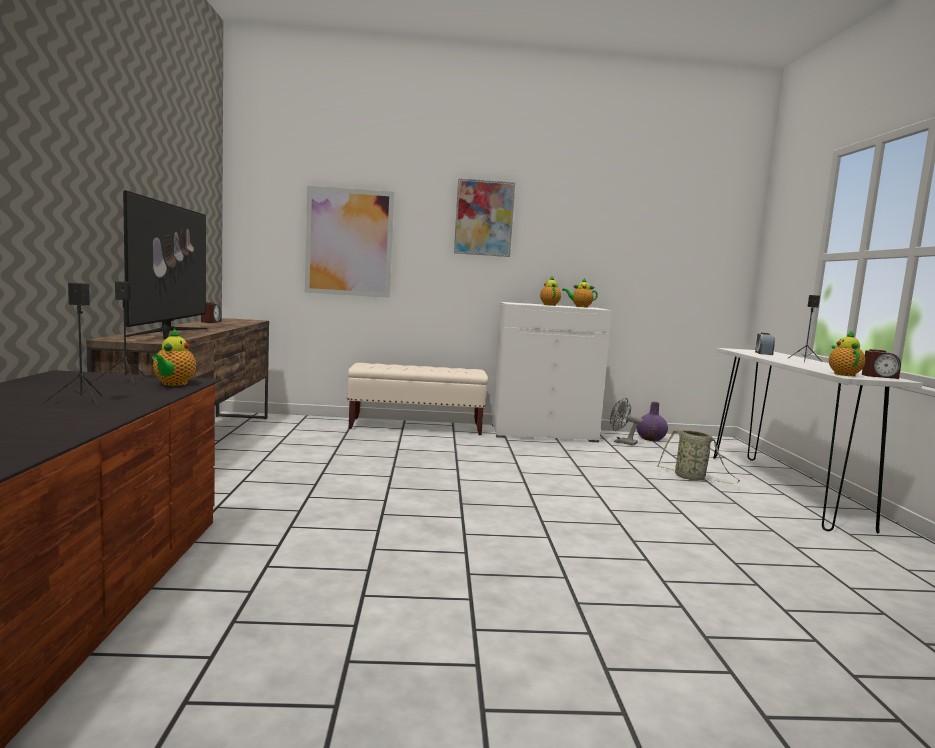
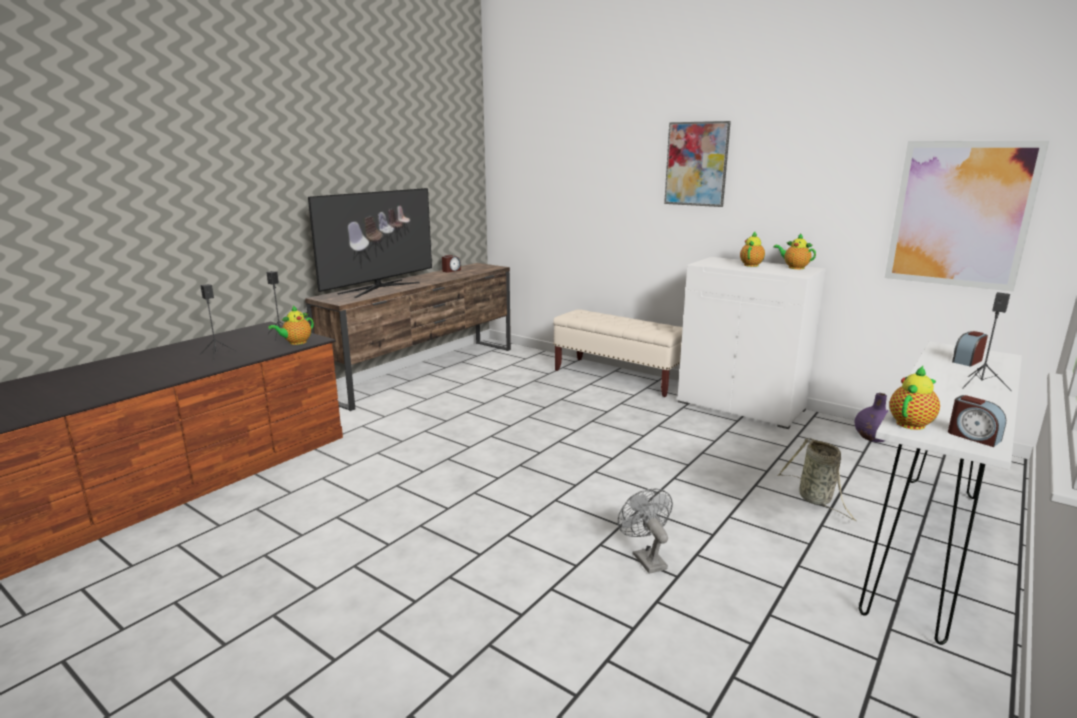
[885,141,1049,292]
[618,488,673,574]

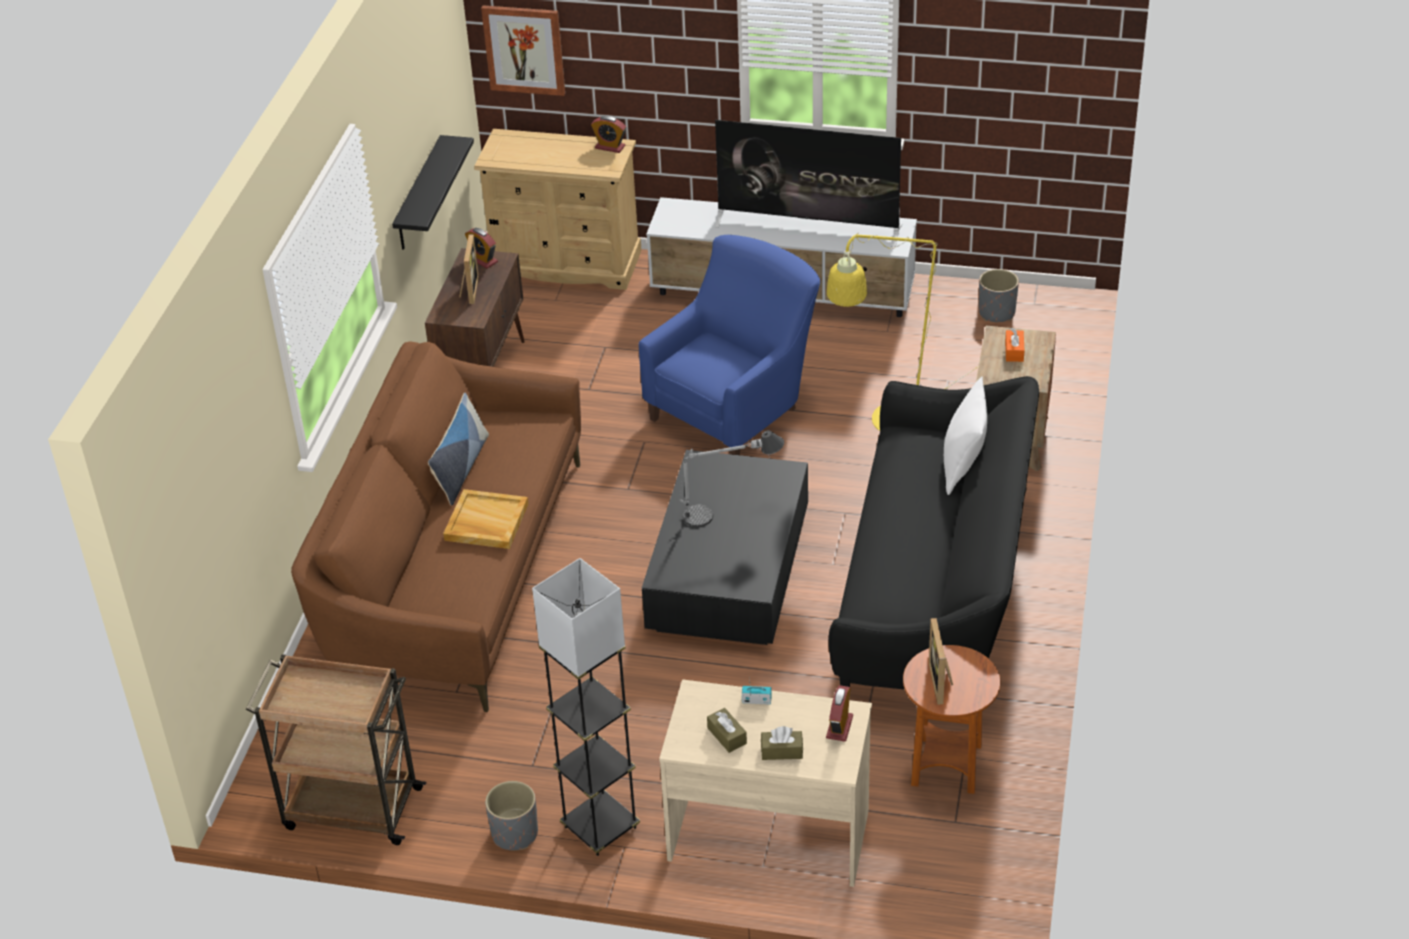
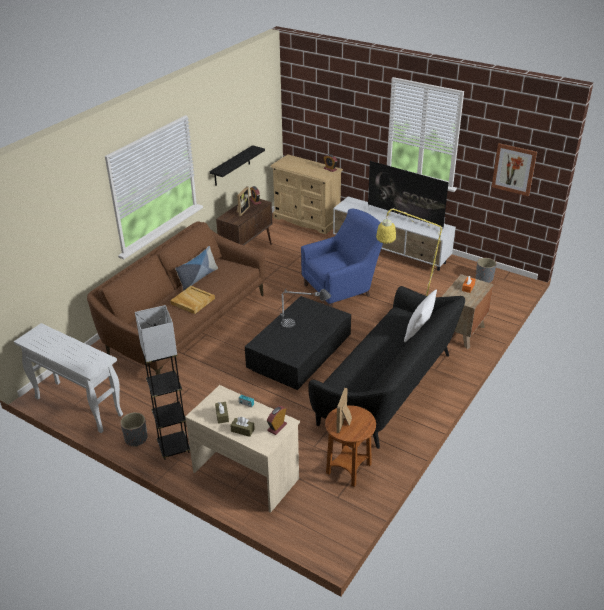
[492,143,537,196]
[14,323,123,433]

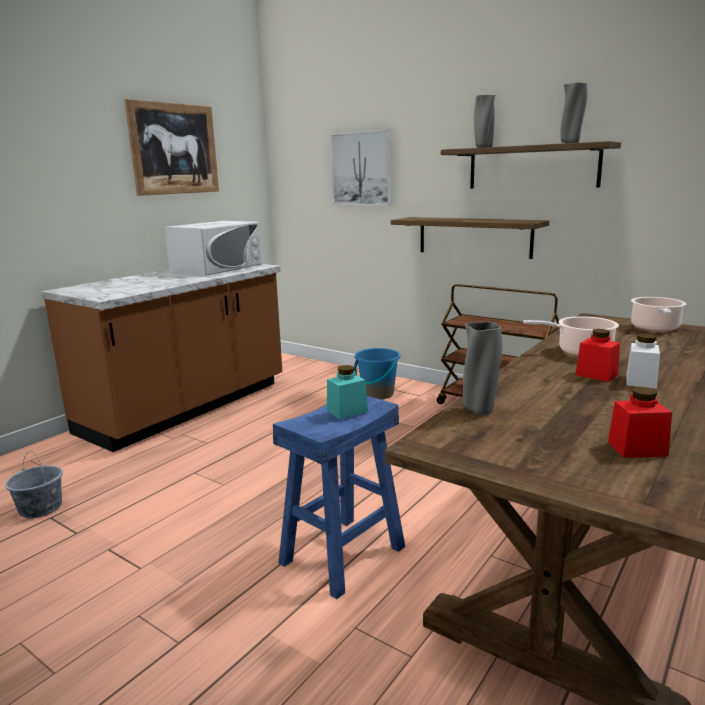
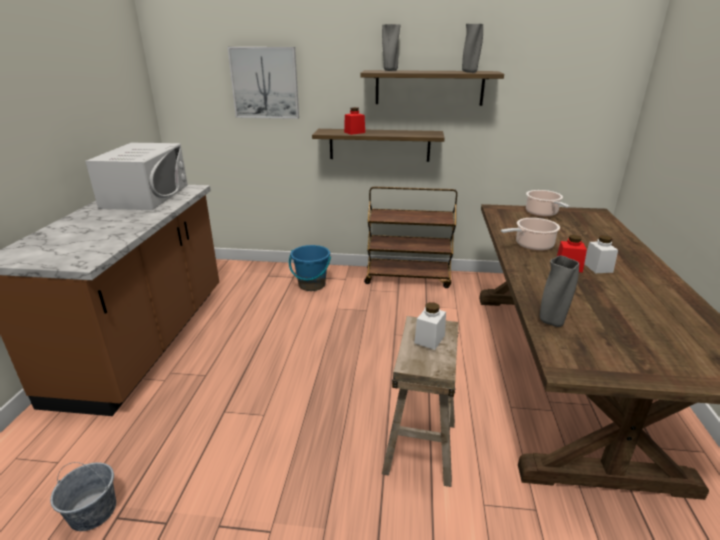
[124,99,219,196] (first image)
[414,302,446,350]
[344,107,365,135]
[382,316,459,487]

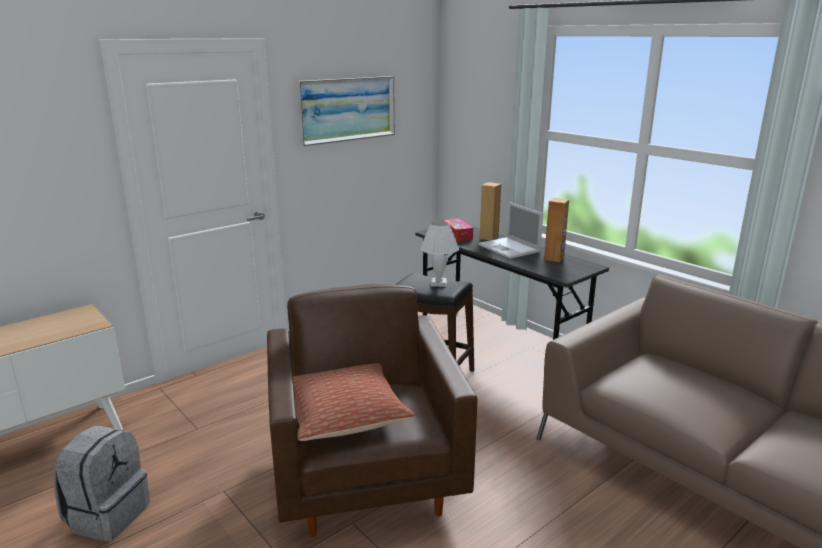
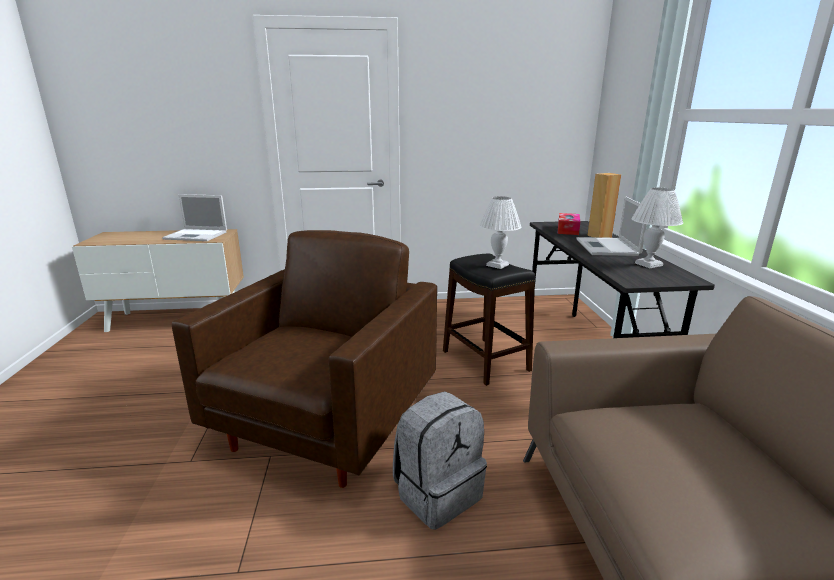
[297,76,395,146] (first image)
[631,188,683,268]
[293,363,416,441] (first image)
[393,391,487,530]
[162,194,227,241]

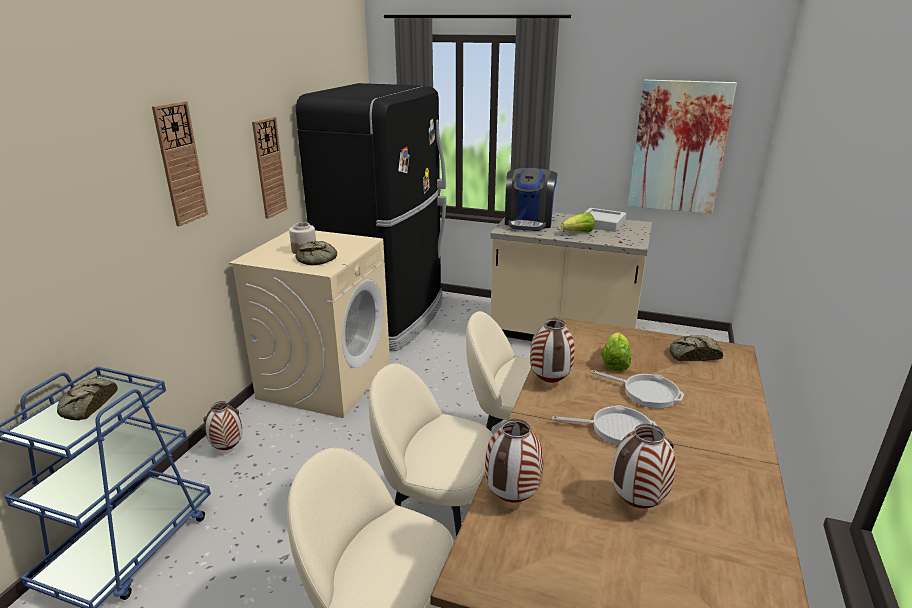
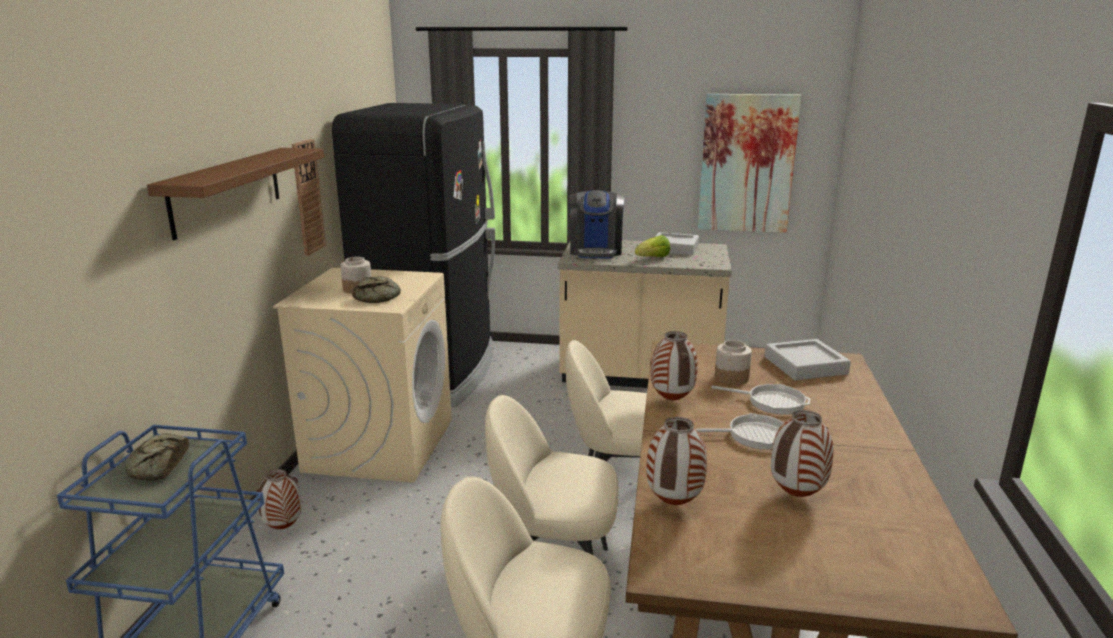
[147,148,324,240]
[715,340,752,385]
[765,339,851,380]

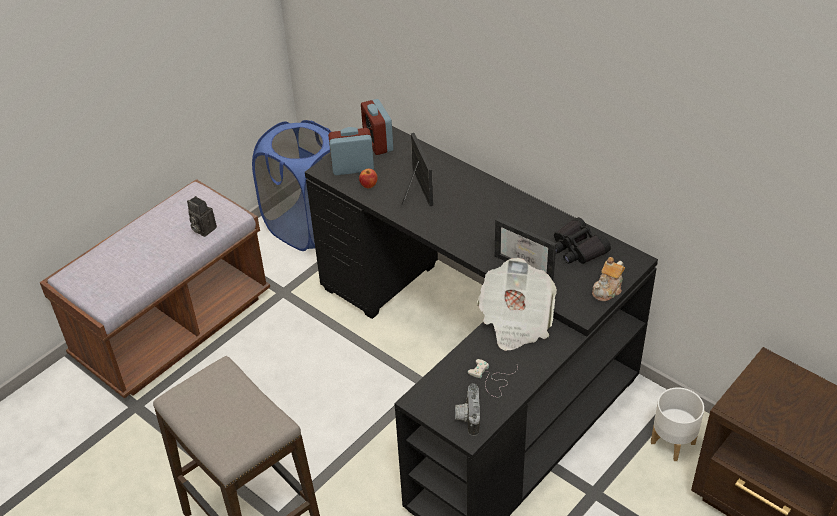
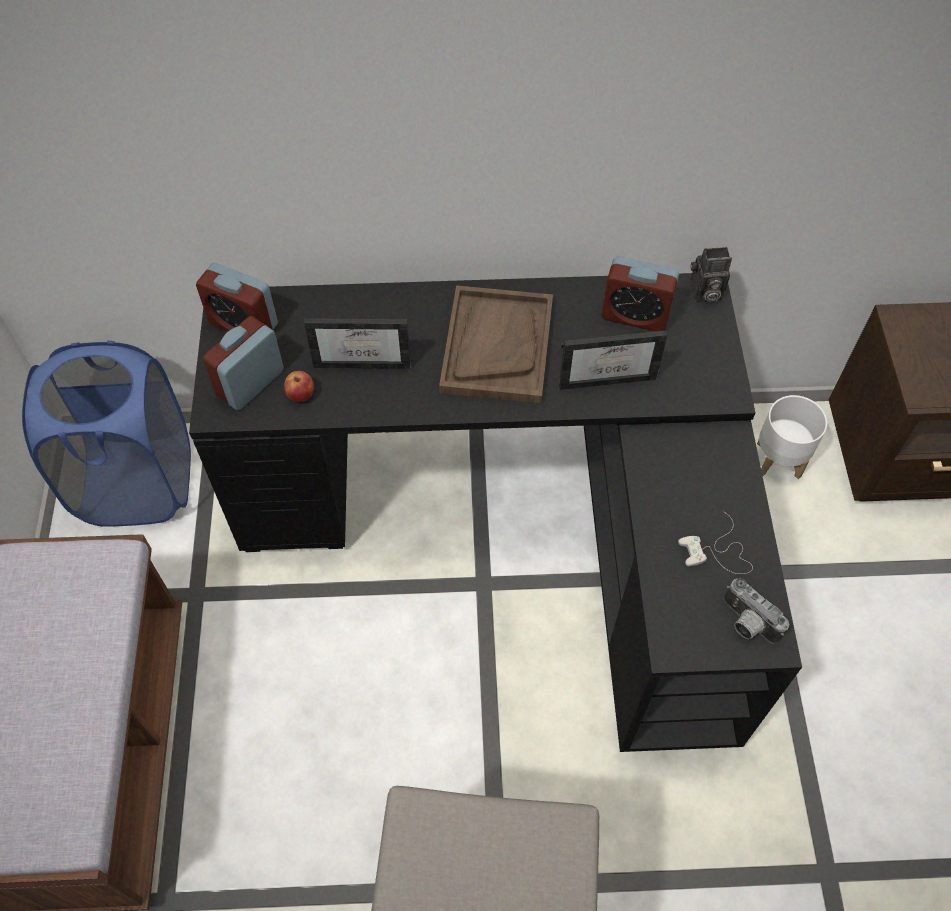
[304,318,411,369]
[690,247,732,302]
[602,256,679,332]
[592,257,625,301] (first image)
[477,258,557,351] (first image)
[439,285,553,403]

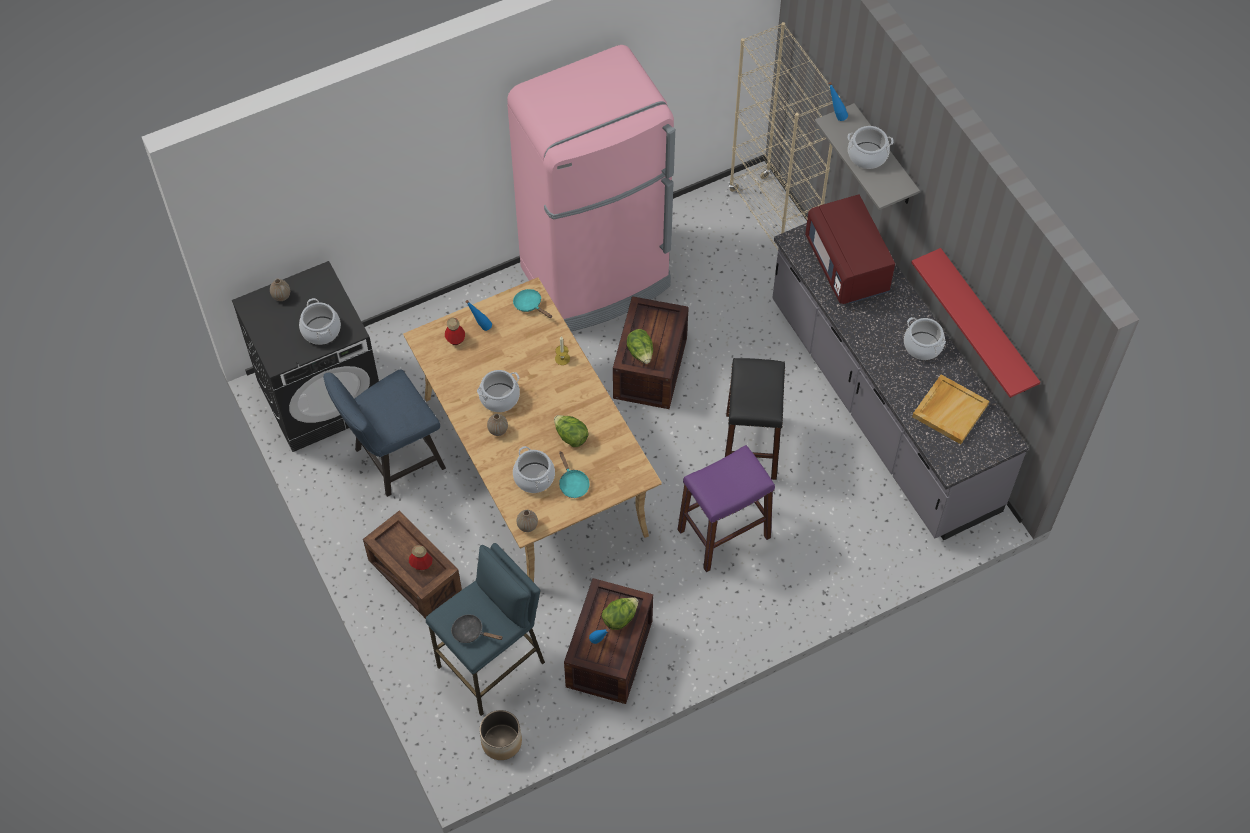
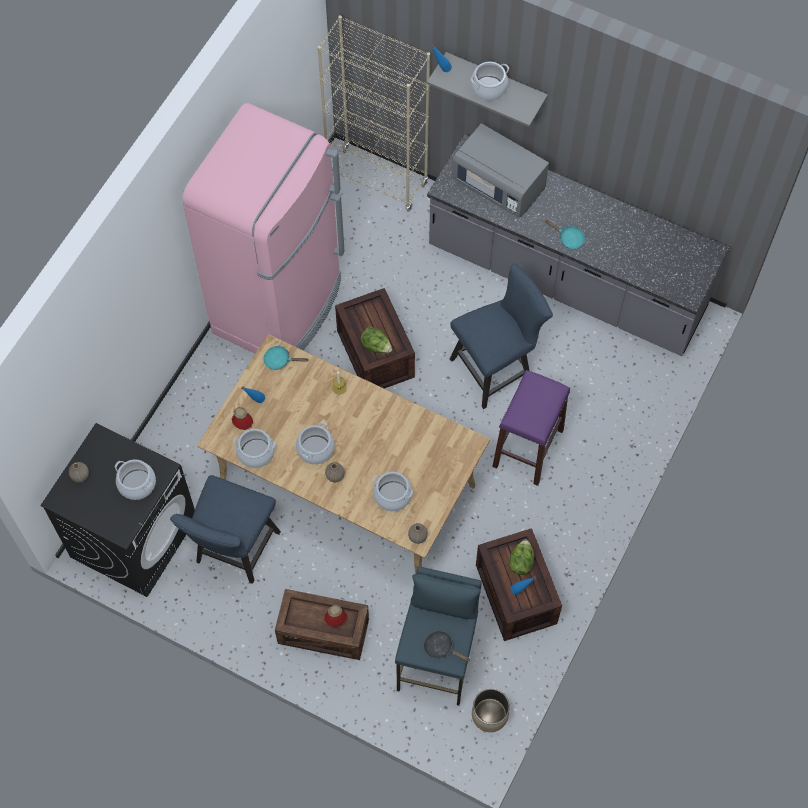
[452,123,549,218]
[911,248,1040,398] (first image)
[233,429,275,468]
[450,263,553,409]
[912,375,989,444] (first image)
[554,415,589,447] (first image)
[545,220,585,249]
[424,631,470,661]

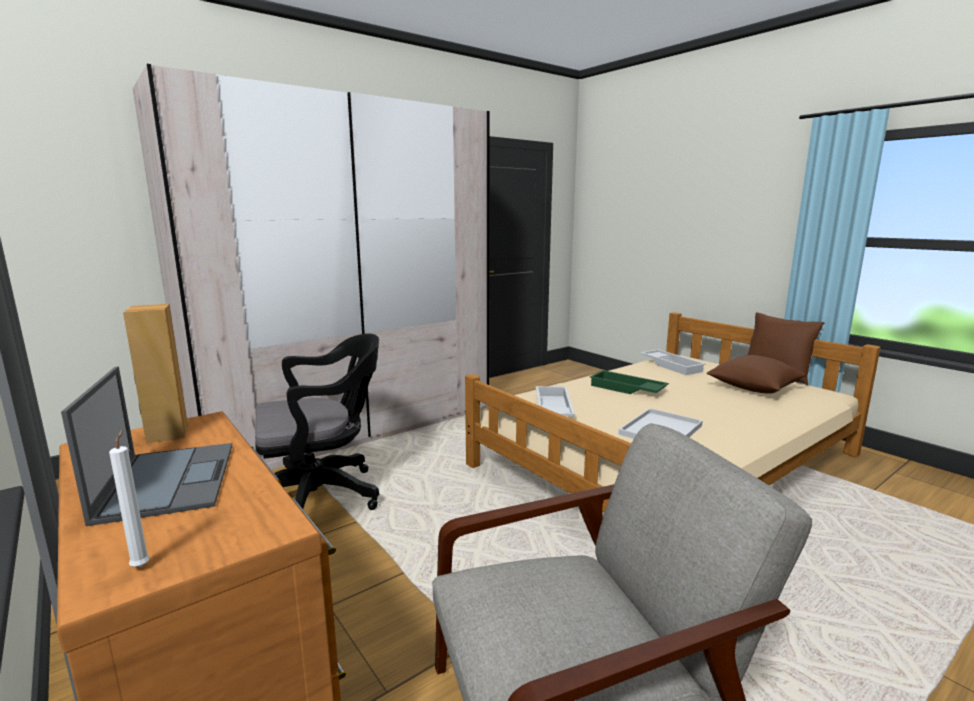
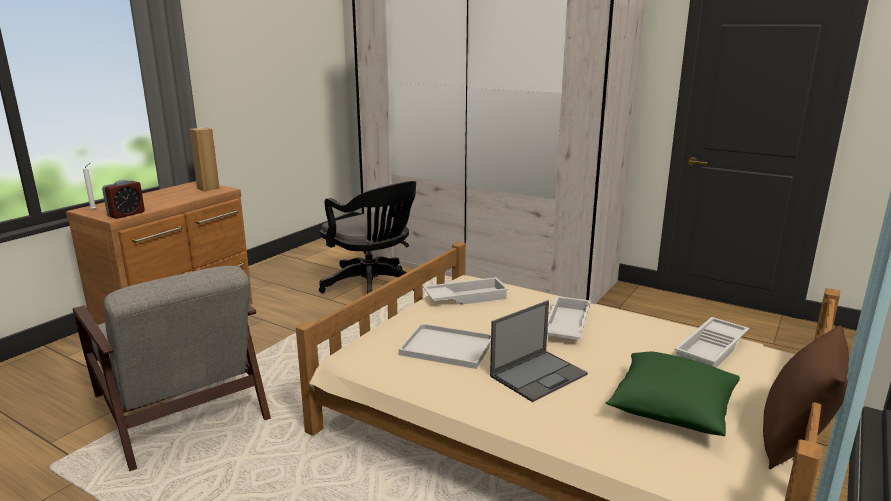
[606,352,740,436]
[490,300,588,402]
[547,296,591,340]
[102,180,145,219]

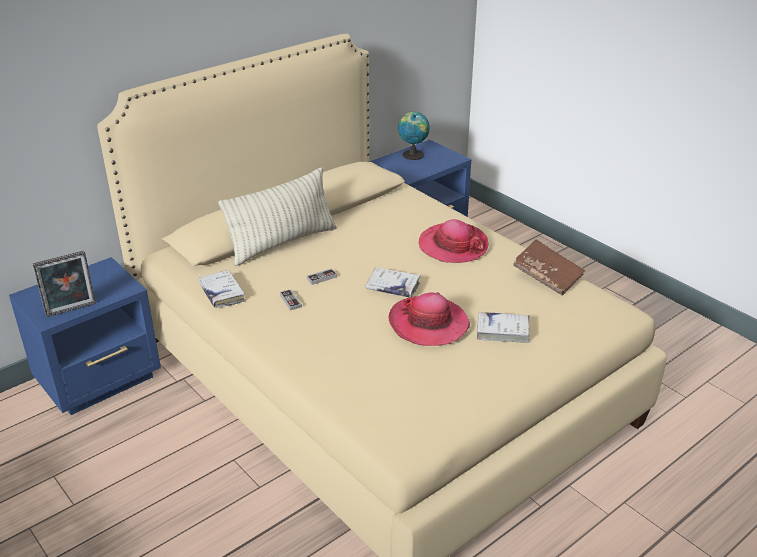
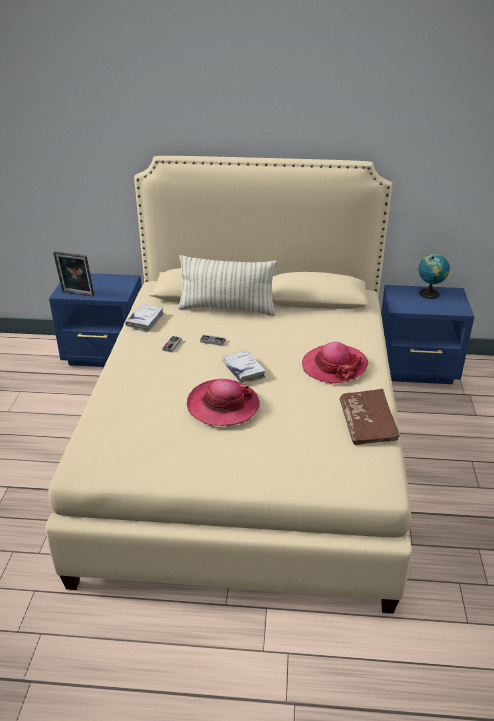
[477,312,530,343] (first image)

